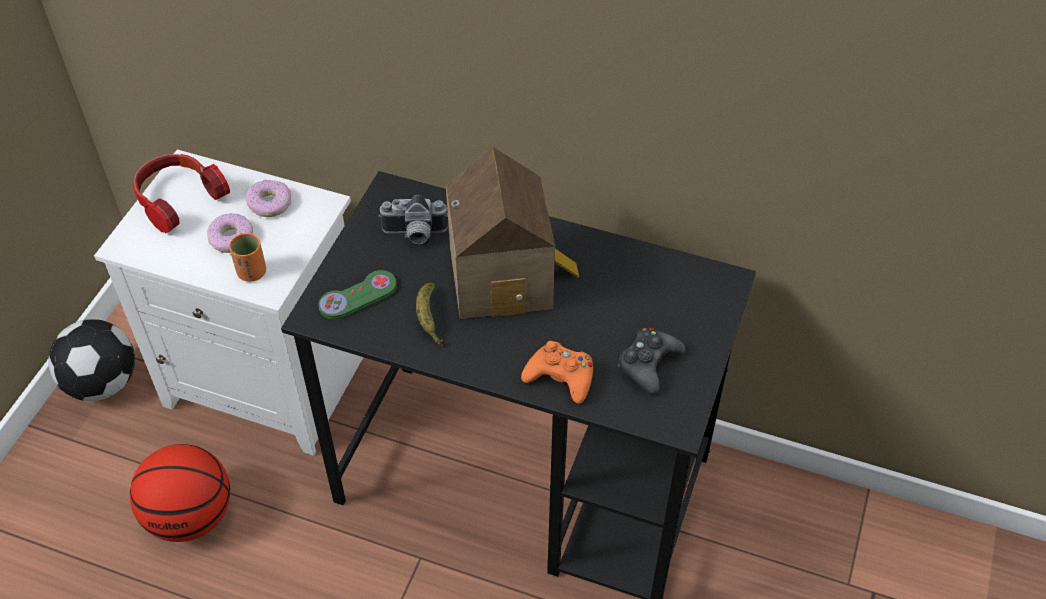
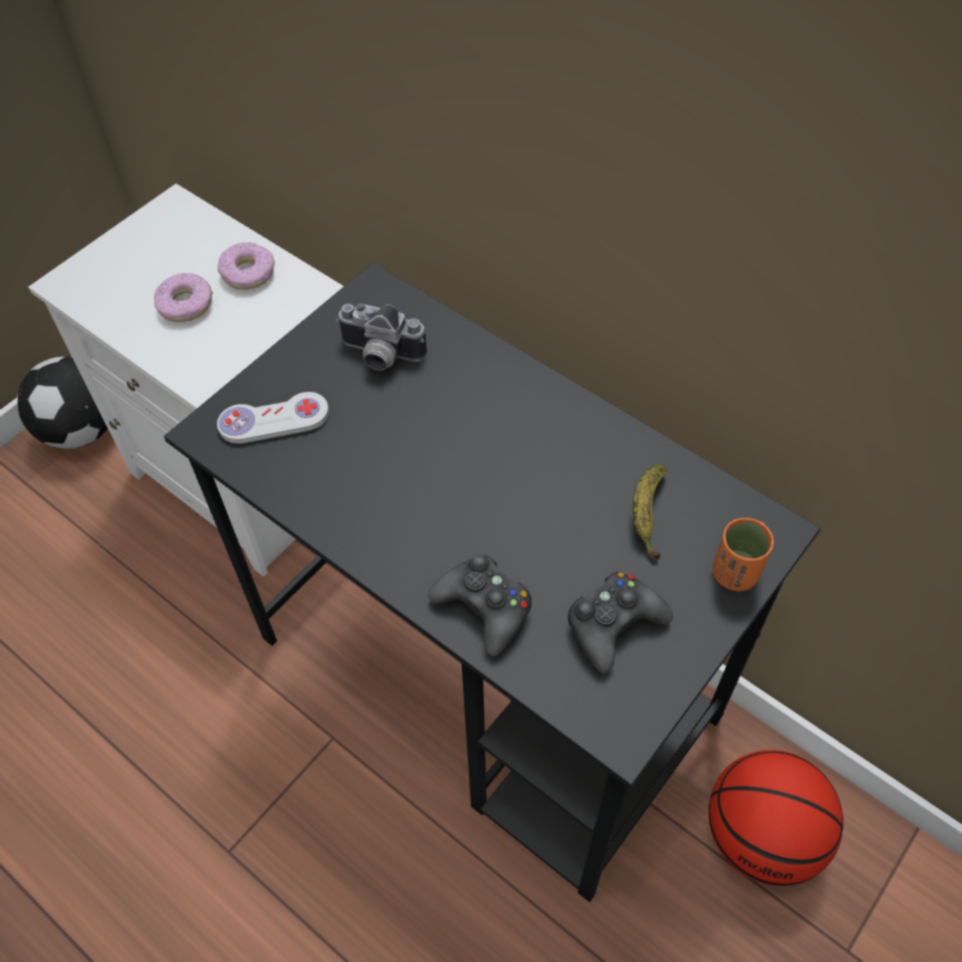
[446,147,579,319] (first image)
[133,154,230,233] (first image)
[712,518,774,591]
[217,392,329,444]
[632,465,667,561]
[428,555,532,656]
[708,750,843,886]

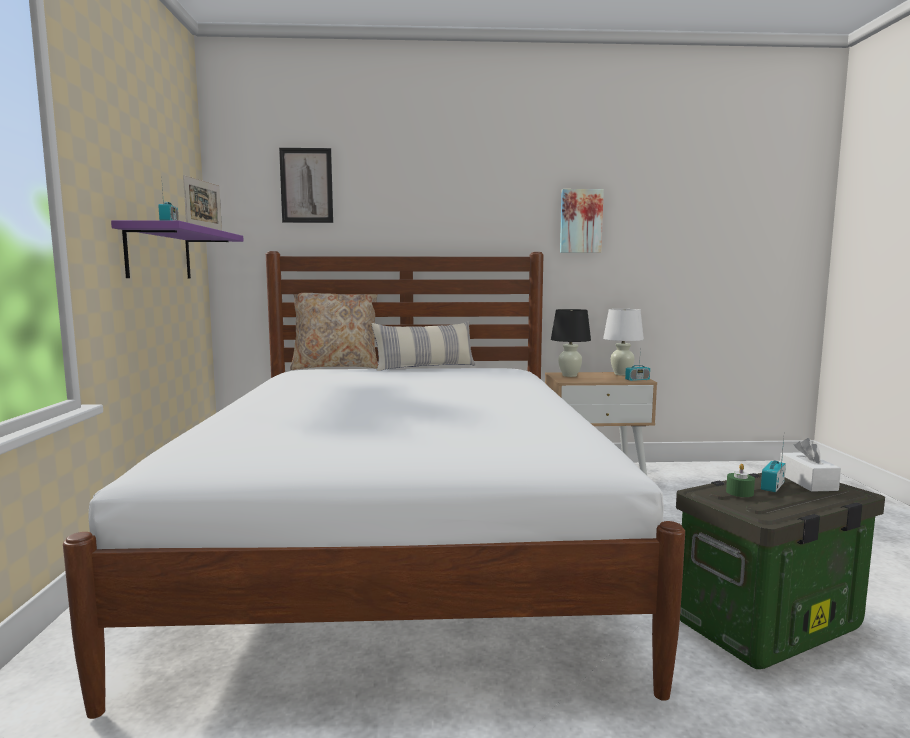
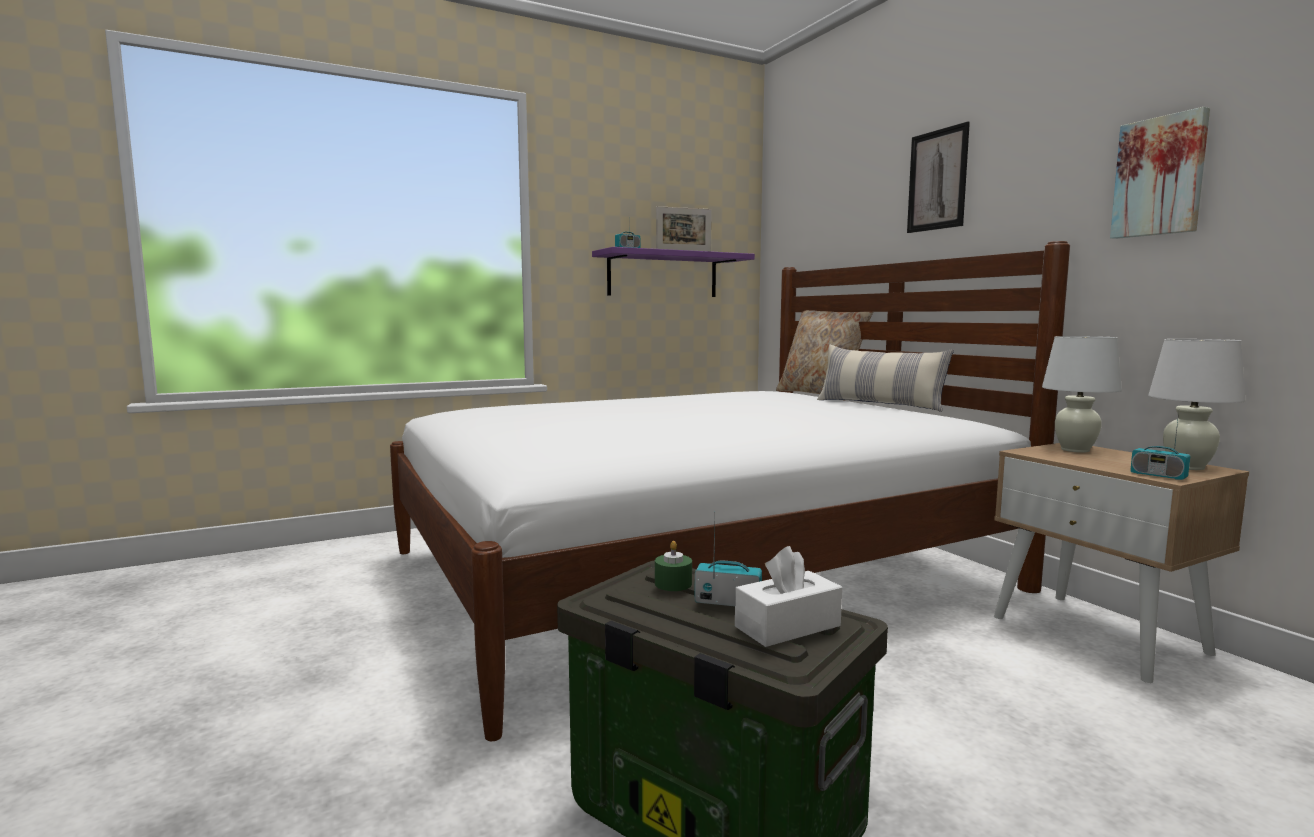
[907,121,970,233]
[1042,336,1122,453]

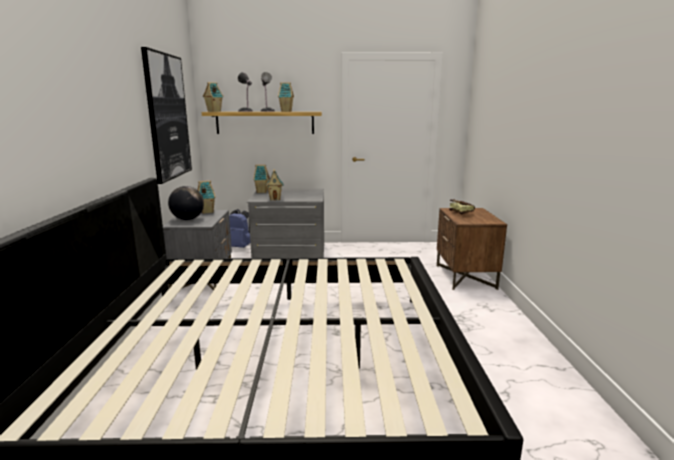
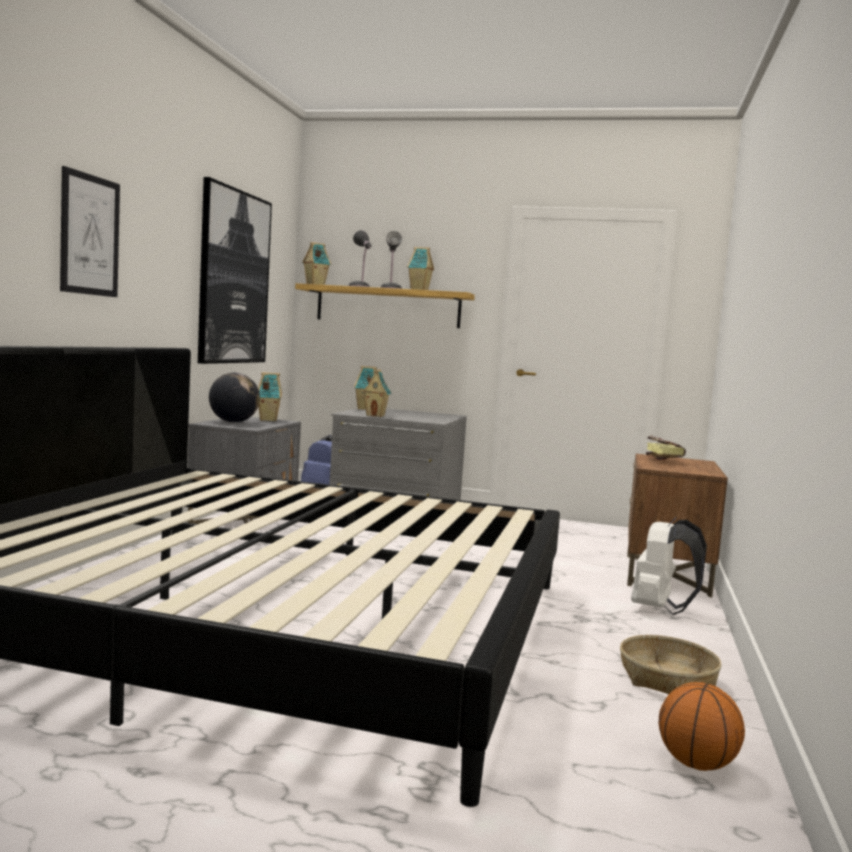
[60,166,120,297]
[631,517,707,615]
[620,635,721,694]
[659,682,745,771]

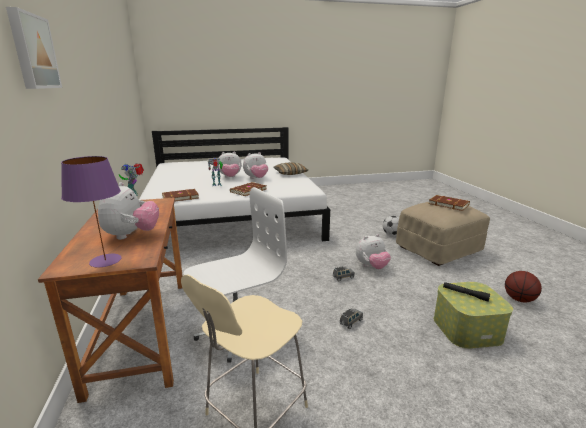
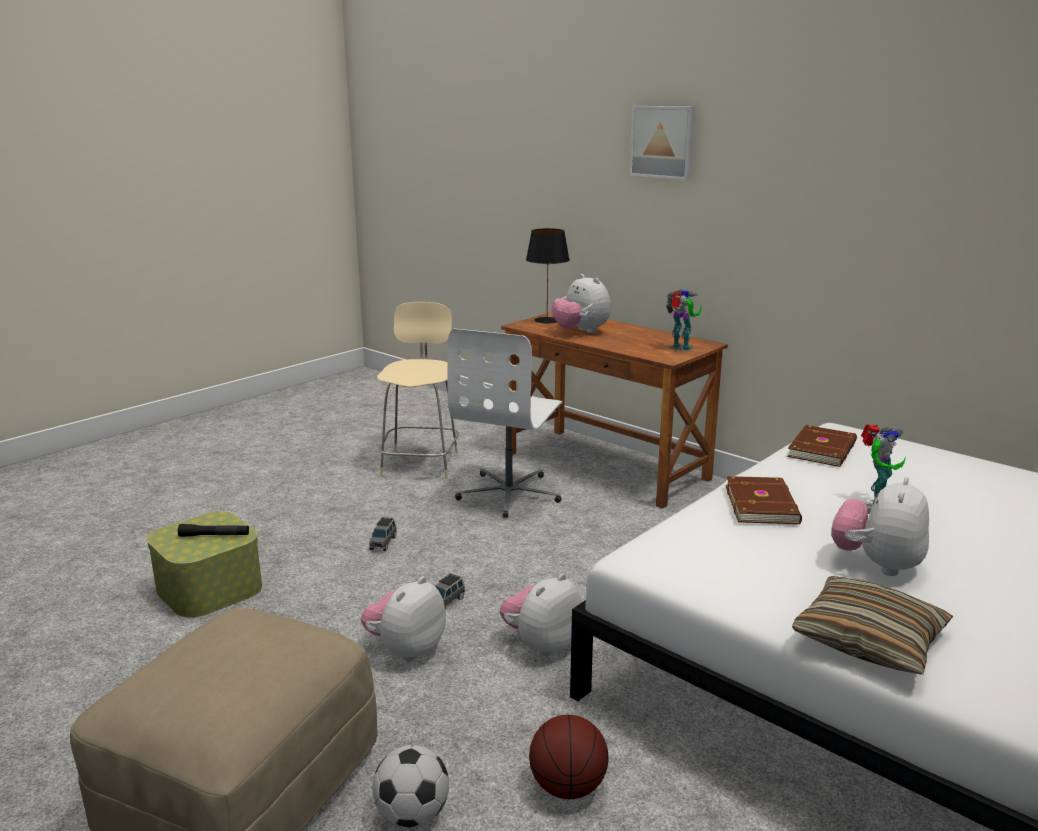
[500,573,582,657]
[526,228,570,324]
[428,195,470,211] (first image)
[529,715,608,799]

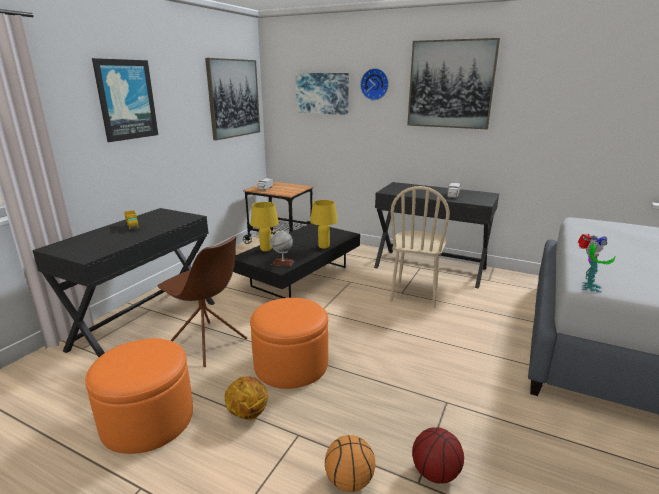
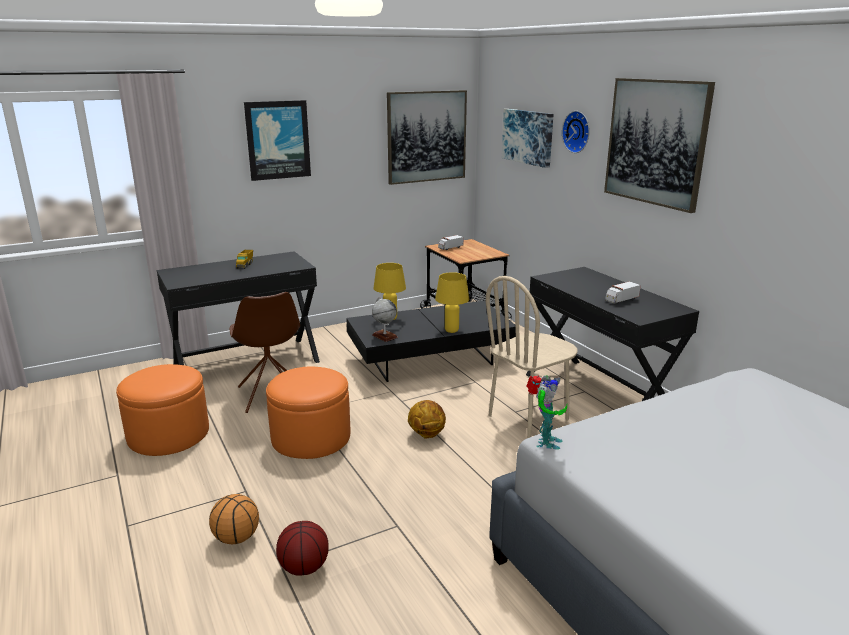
[526,375,567,450]
[408,400,446,439]

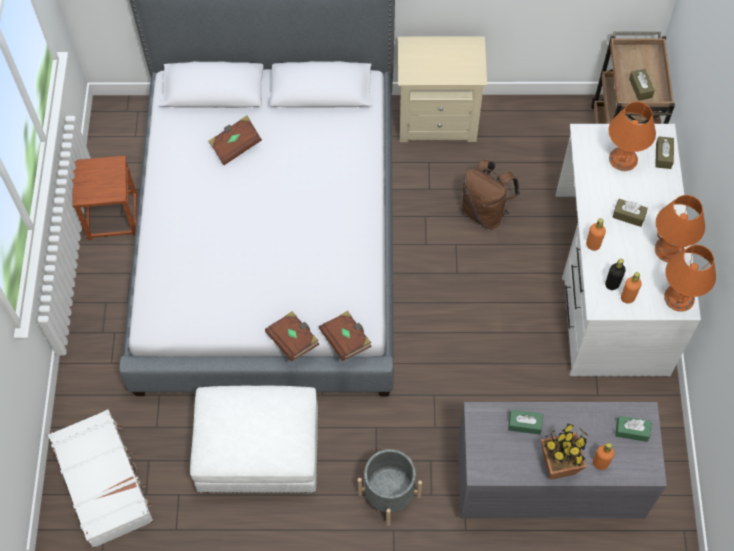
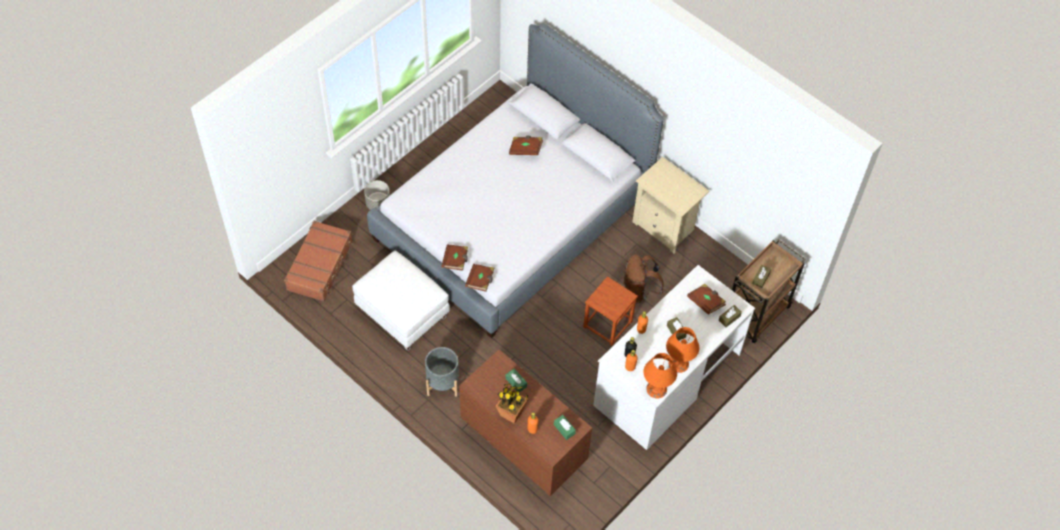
[687,284,726,315]
[583,276,638,346]
[459,350,592,496]
[284,221,353,302]
[364,180,390,210]

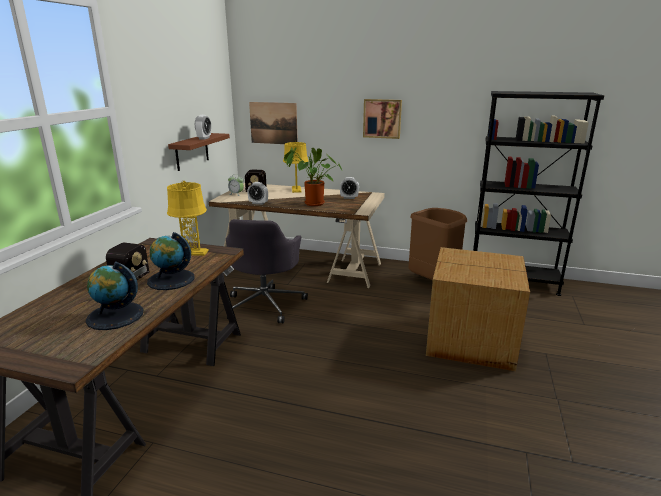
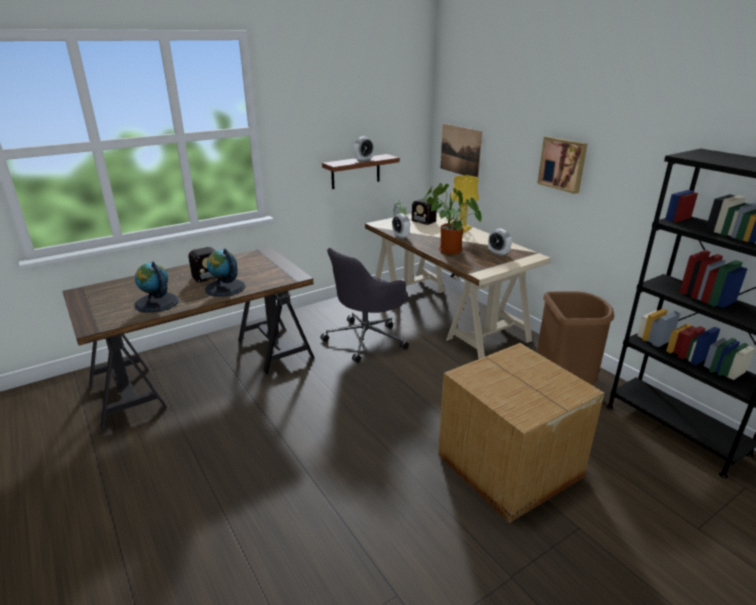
[167,181,209,256] (first image)

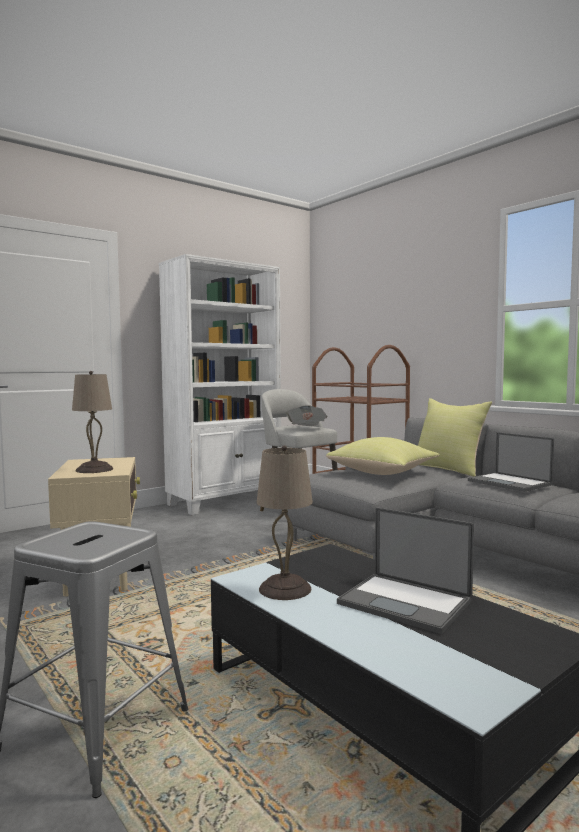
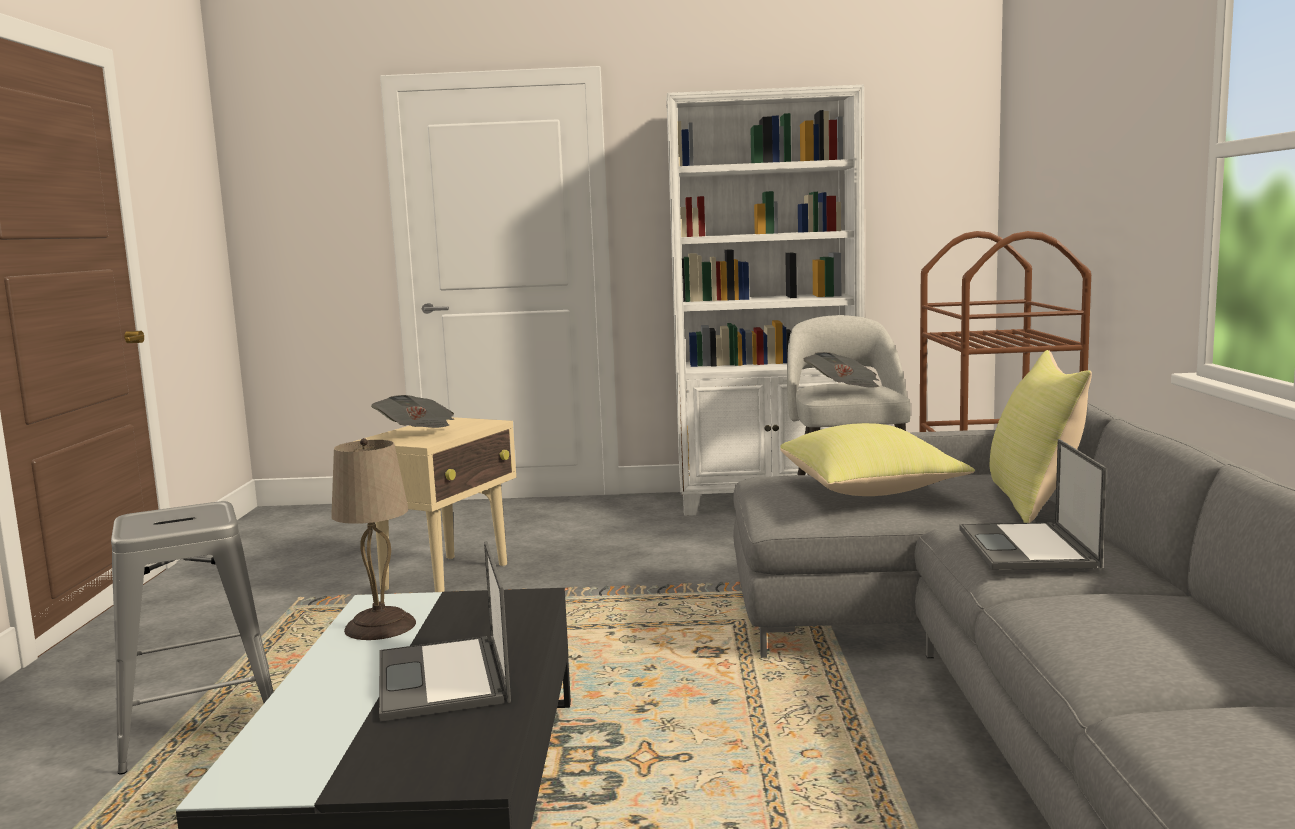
[371,395,454,428]

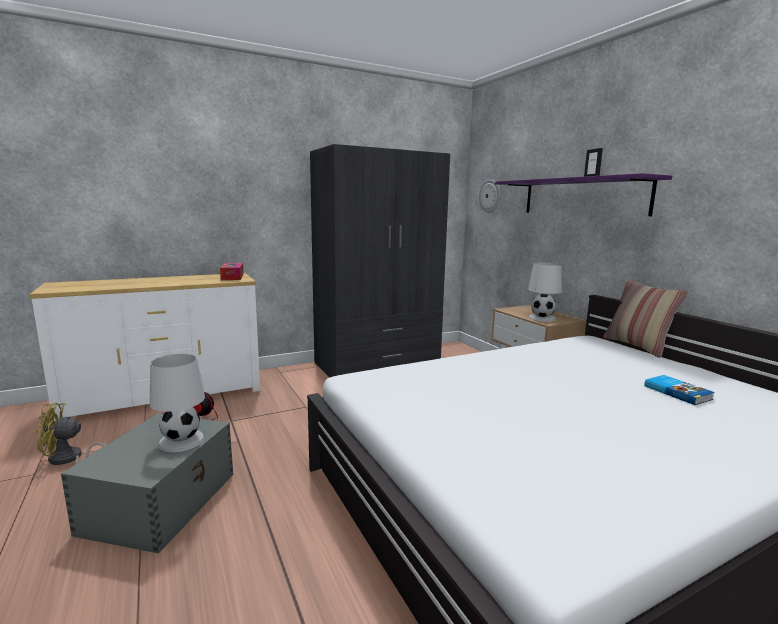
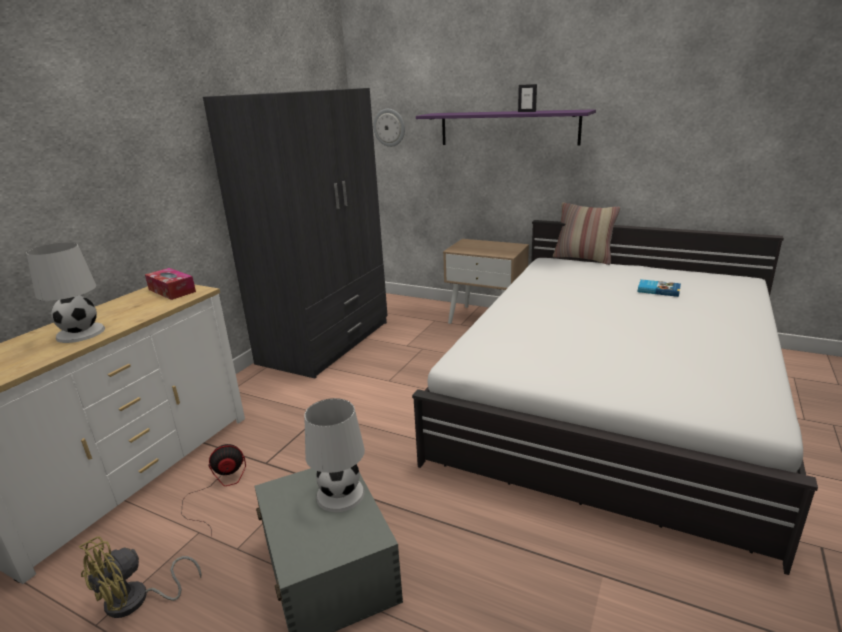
[26,242,105,343]

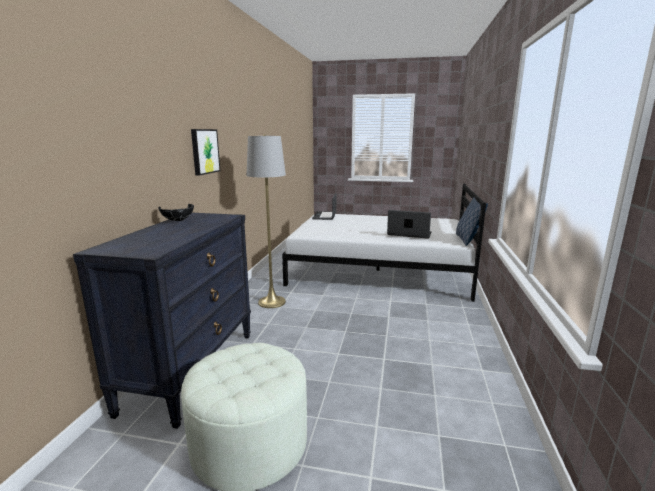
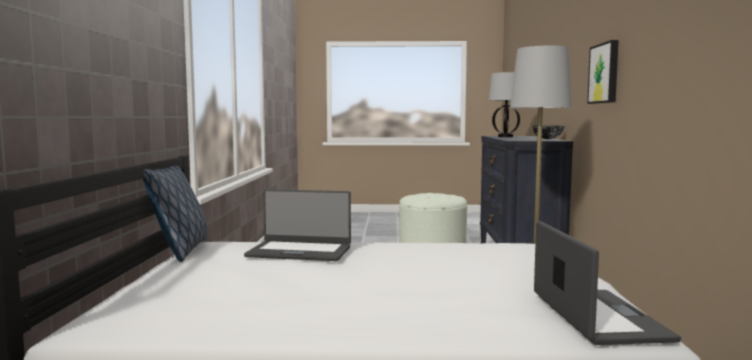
[489,72,520,137]

